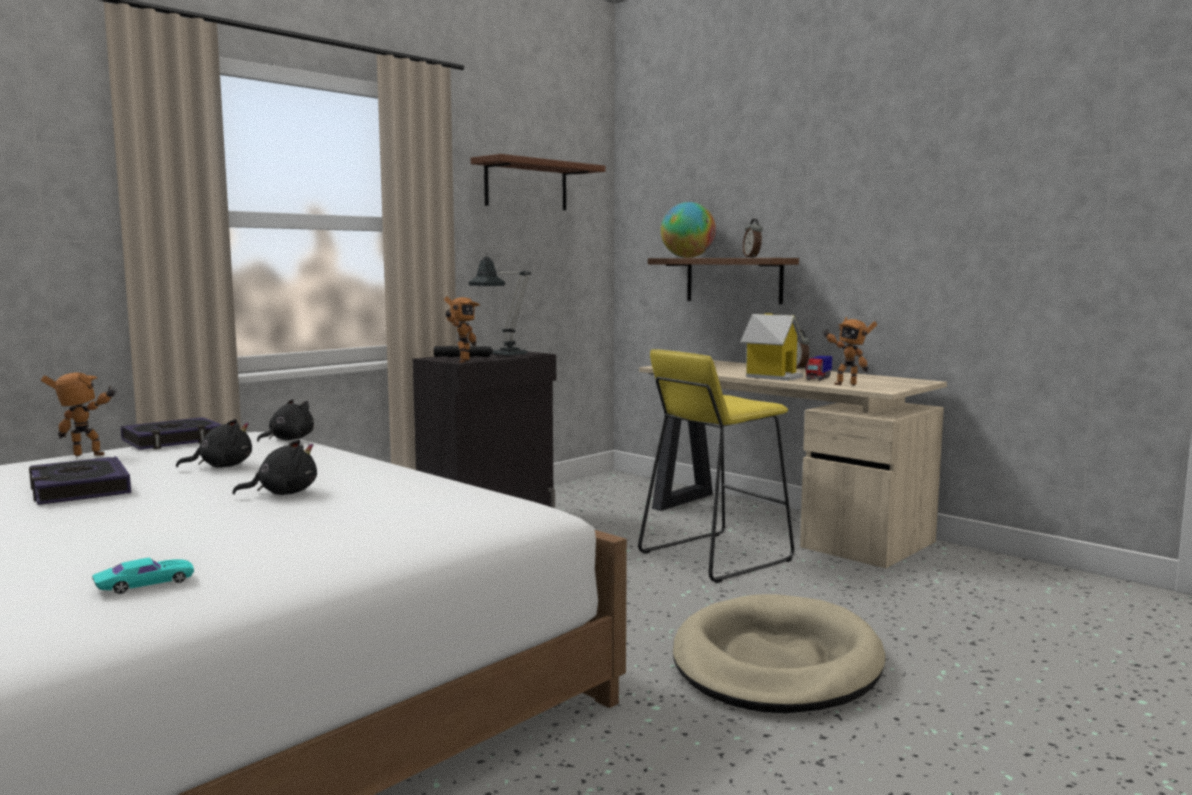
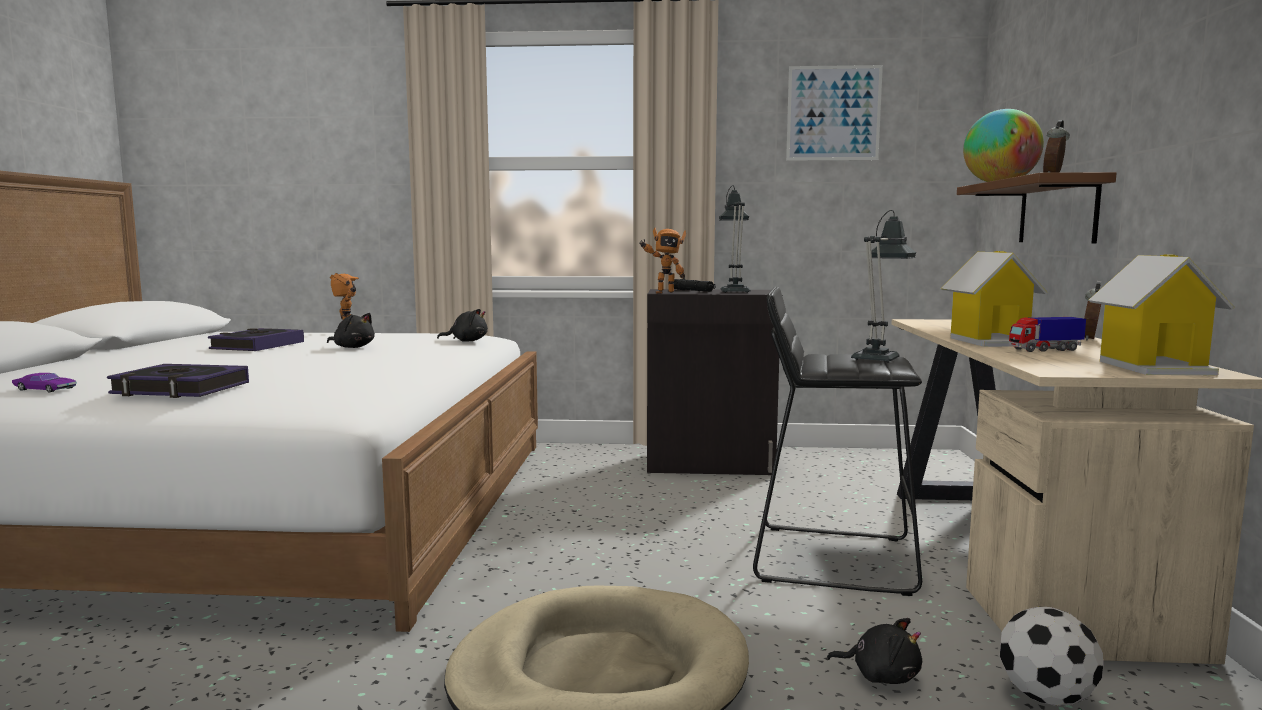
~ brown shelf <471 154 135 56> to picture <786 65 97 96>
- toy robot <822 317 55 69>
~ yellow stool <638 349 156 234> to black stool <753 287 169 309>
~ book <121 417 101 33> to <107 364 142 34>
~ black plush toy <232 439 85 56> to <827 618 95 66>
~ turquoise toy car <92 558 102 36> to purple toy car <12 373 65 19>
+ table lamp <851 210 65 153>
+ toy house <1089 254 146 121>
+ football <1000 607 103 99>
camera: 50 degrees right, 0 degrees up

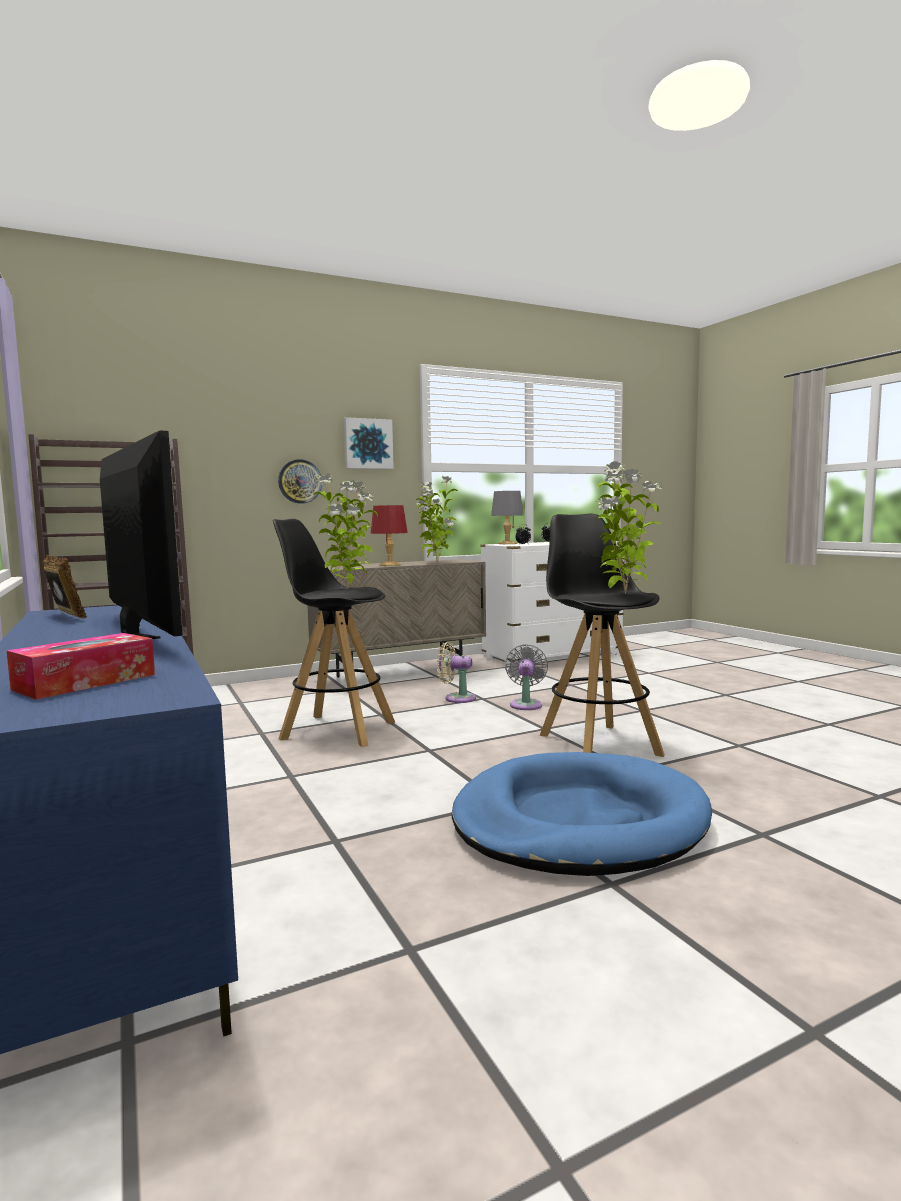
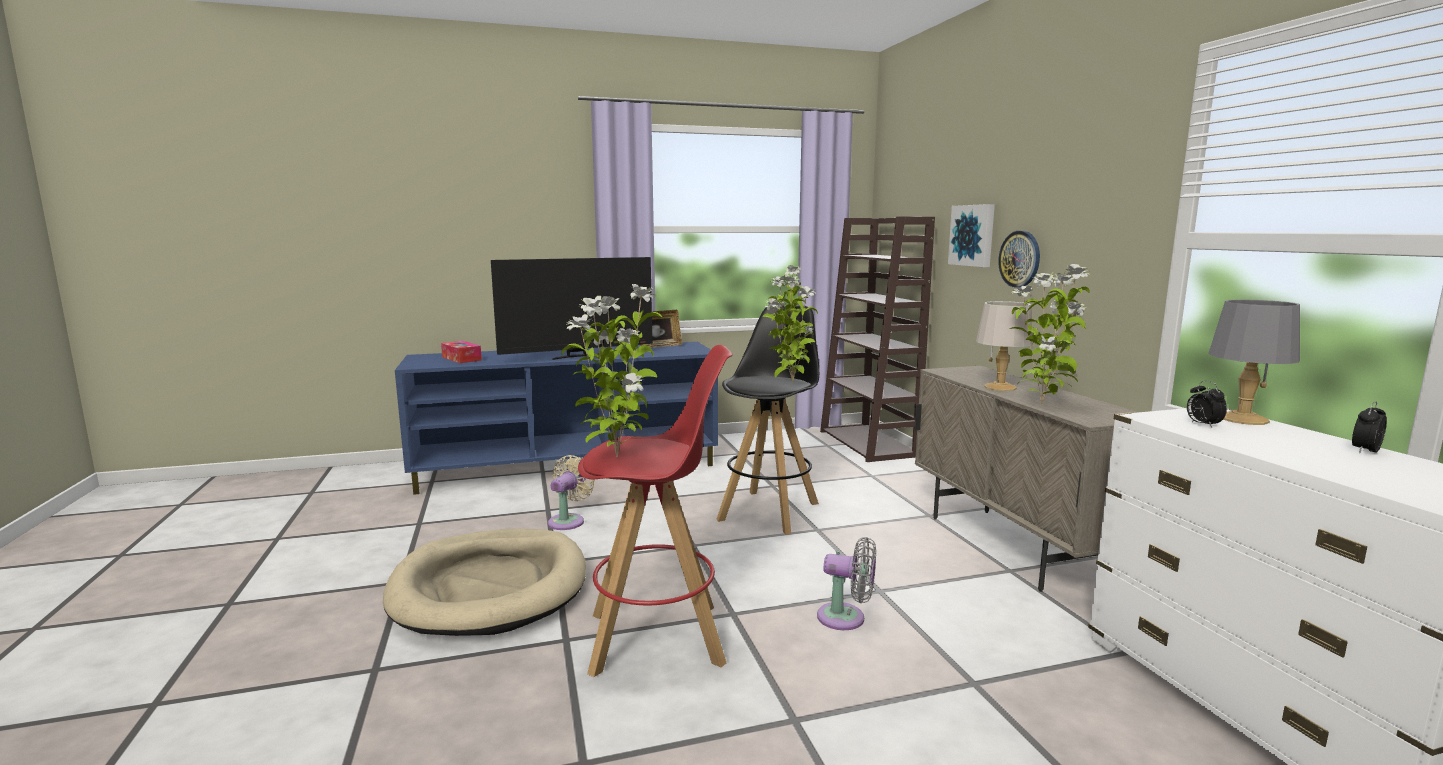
~ picture <344 417 50 52> to <948 204 47 63>
~ red table lamp <371 505 37 61> to grey table lamp <976 301 57 90>
~ black stool <539 513 126 244> to red stool <578 345 155 332>
~ beige fan <437 642 39 61> to <548 455 47 75>
~ blue dog bed <452 752 260 124> to beige dog bed <383 529 203 107>
camera: 100 degrees right, 5 degrees up

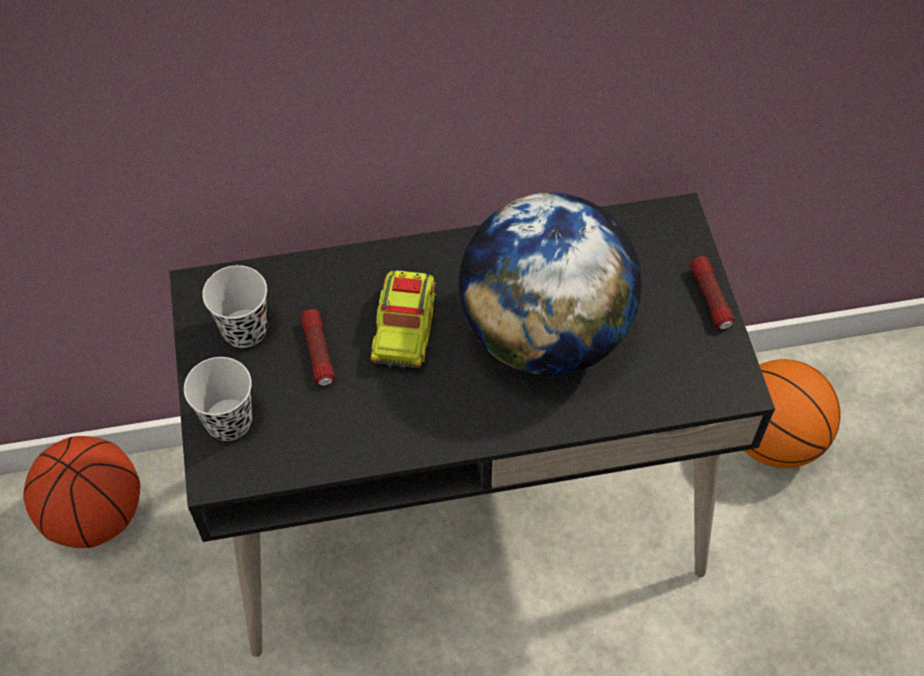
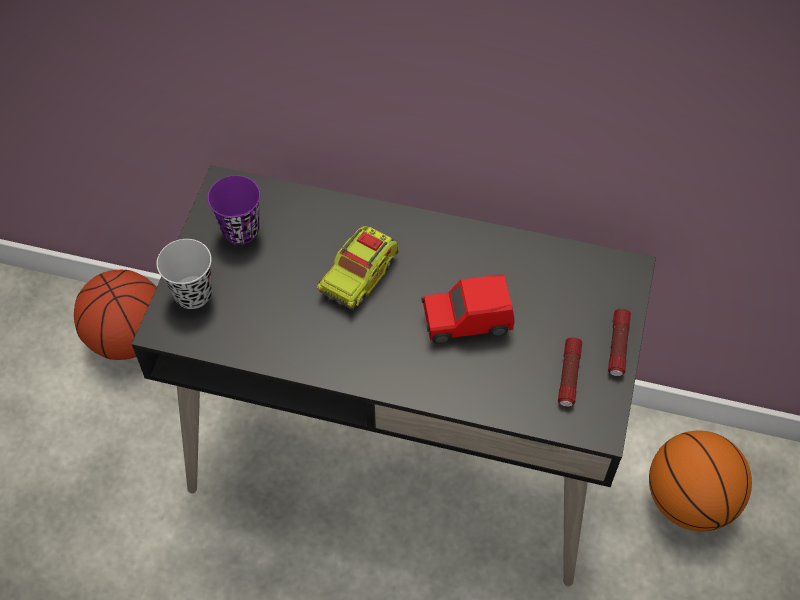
~ globe <459 193 183 183> to red toy car <421 274 94 70>
~ black cup <202 265 65 83> to purple cup <207 175 53 70>
~ flashlight <301 309 34 77> to <558 338 24 69>
camera: 25 degrees right, 0 degrees up

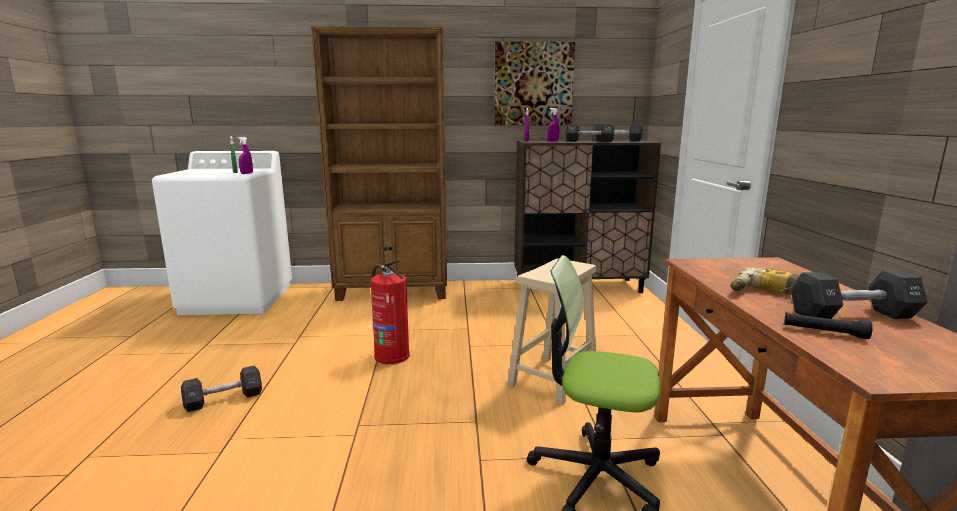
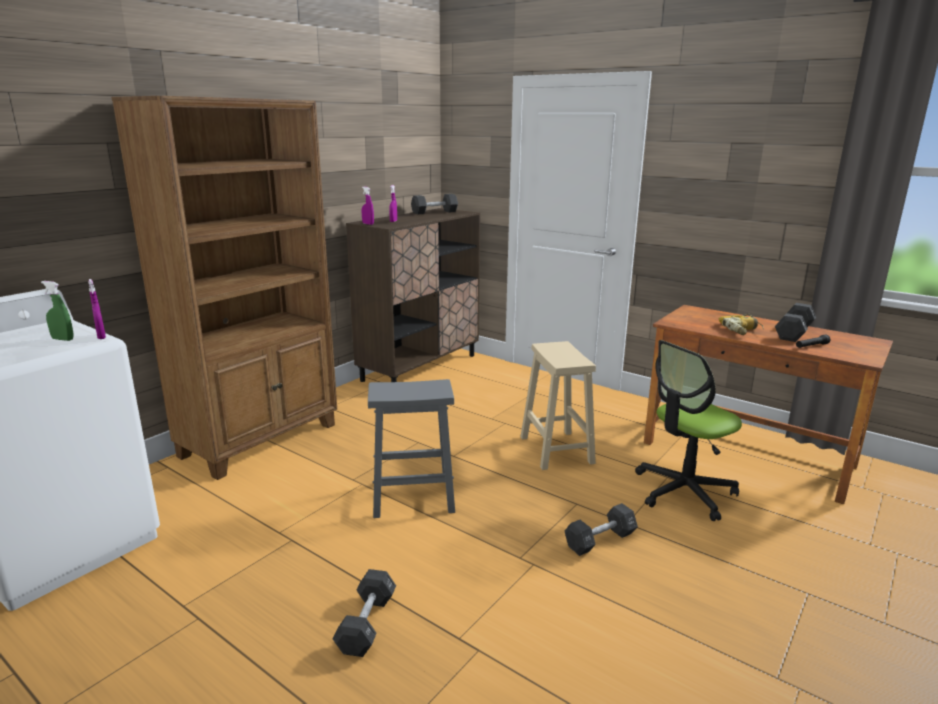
- picture <494 41 81 84>
~ black dumbbell <566 124 49 18> to <565 503 73 53>
~ fire extinguisher <371 260 39 104> to grey stool <368 379 87 139>
camera: 50 degrees left, 5 degrees up

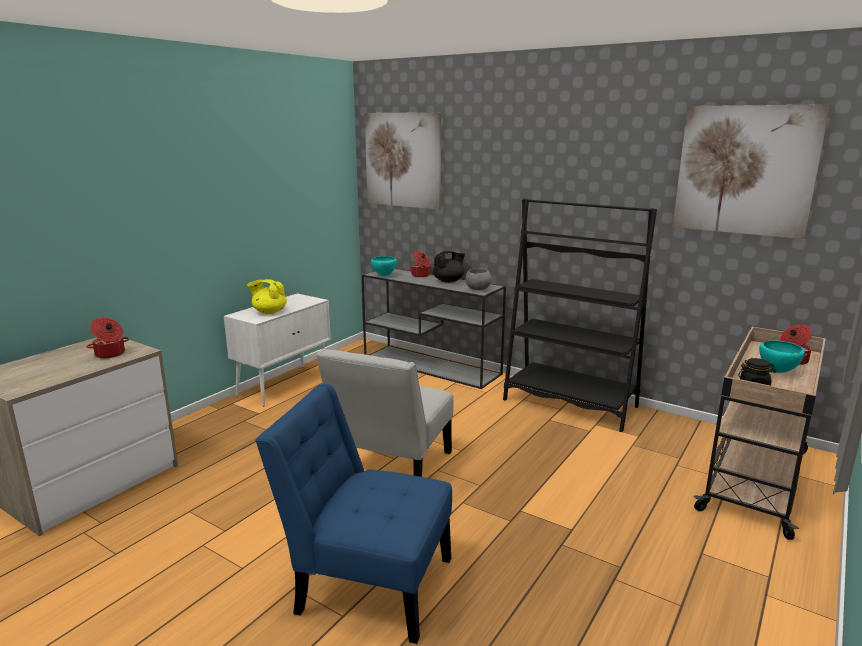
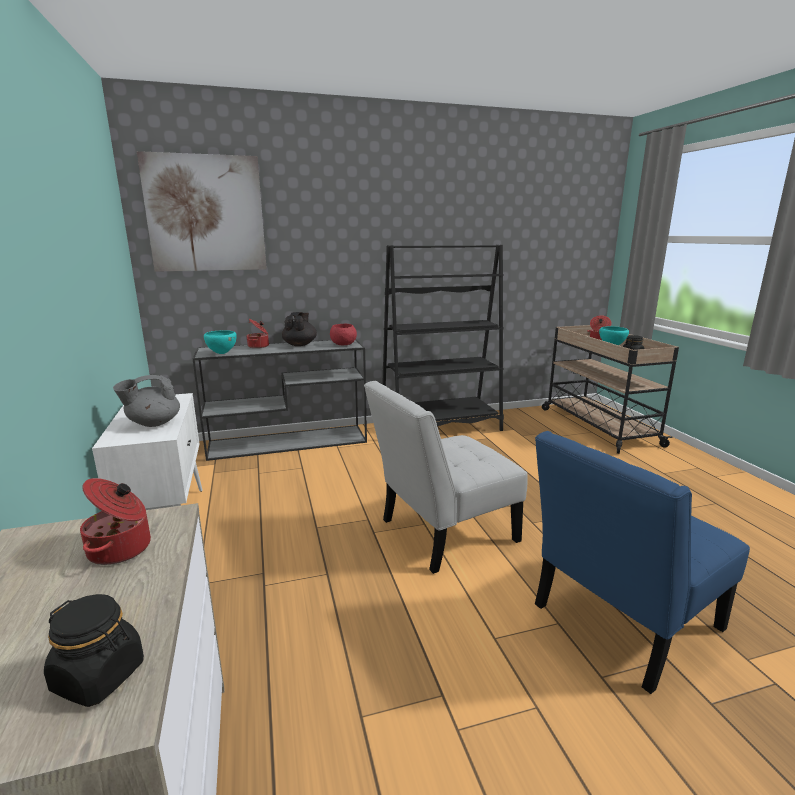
- picture <673 104 157 135>
~ grey bowl <465 269 27 21> to red bowl <330 324 27 21>
~ yellow teapot <247 279 40 35> to grey teapot <113 375 67 52>
~ white chair <316 348 137 129> = <364 381 164 193> 90 degrees clockwise
+ black jar <44 594 100 113>
camera: 50 degrees left, 0 degrees up

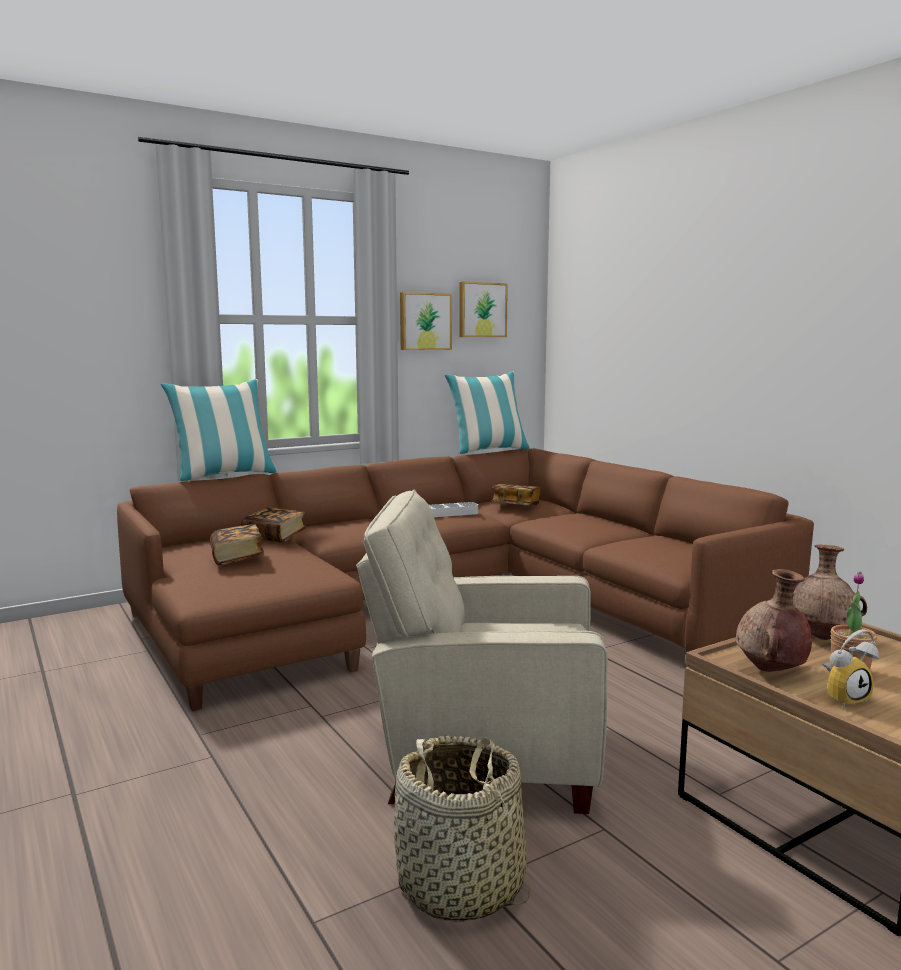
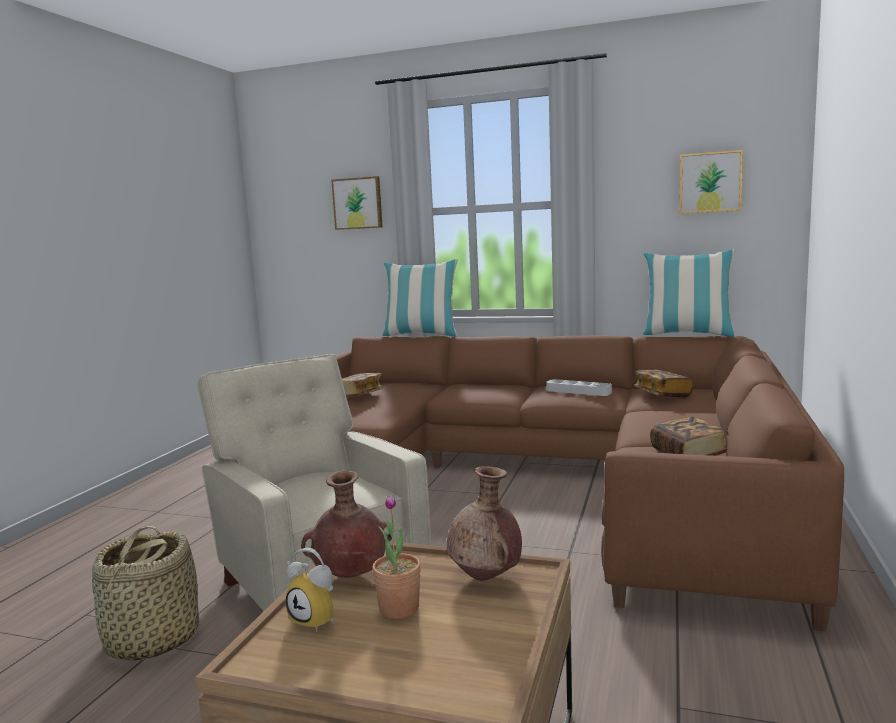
~ picture <400 292 52 58> to <331 176 52 54>
~ book <241 507 66 36> to <650 417 78 39>
camera: 50 degrees right, 0 degrees up

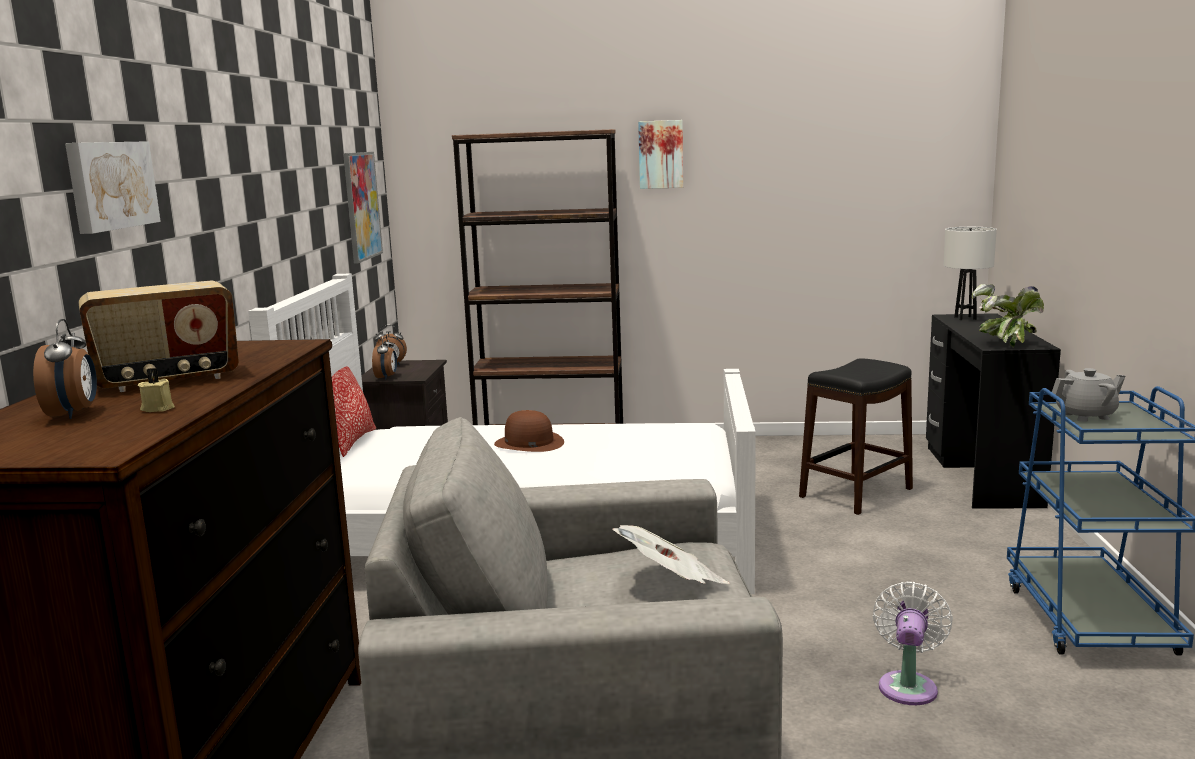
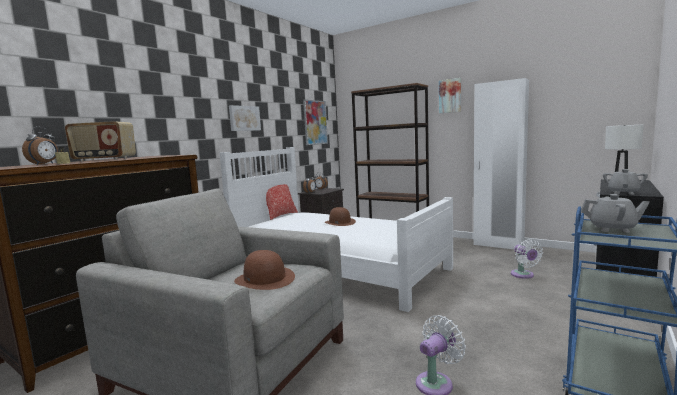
~ picture <65 141 96 93> to <229 105 32 26>
~ potted plant <972 284 72 63> to grey teapot <603 169 45 26>
~ black stool <799 358 114 157> to white fan <511 239 32 40>
~ newspaper <612 525 118 59> to brown hat <234 250 61 40>
+ white wardrobe <473 78 56 171>
camera: 30 degrees right, 5 degrees down

